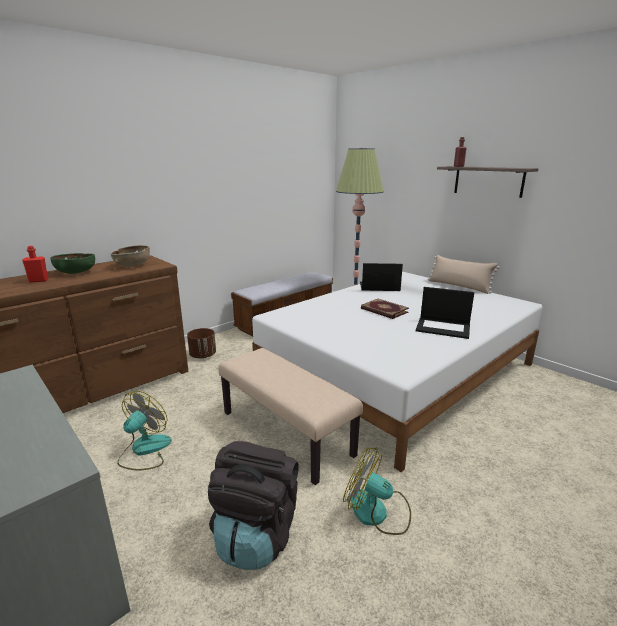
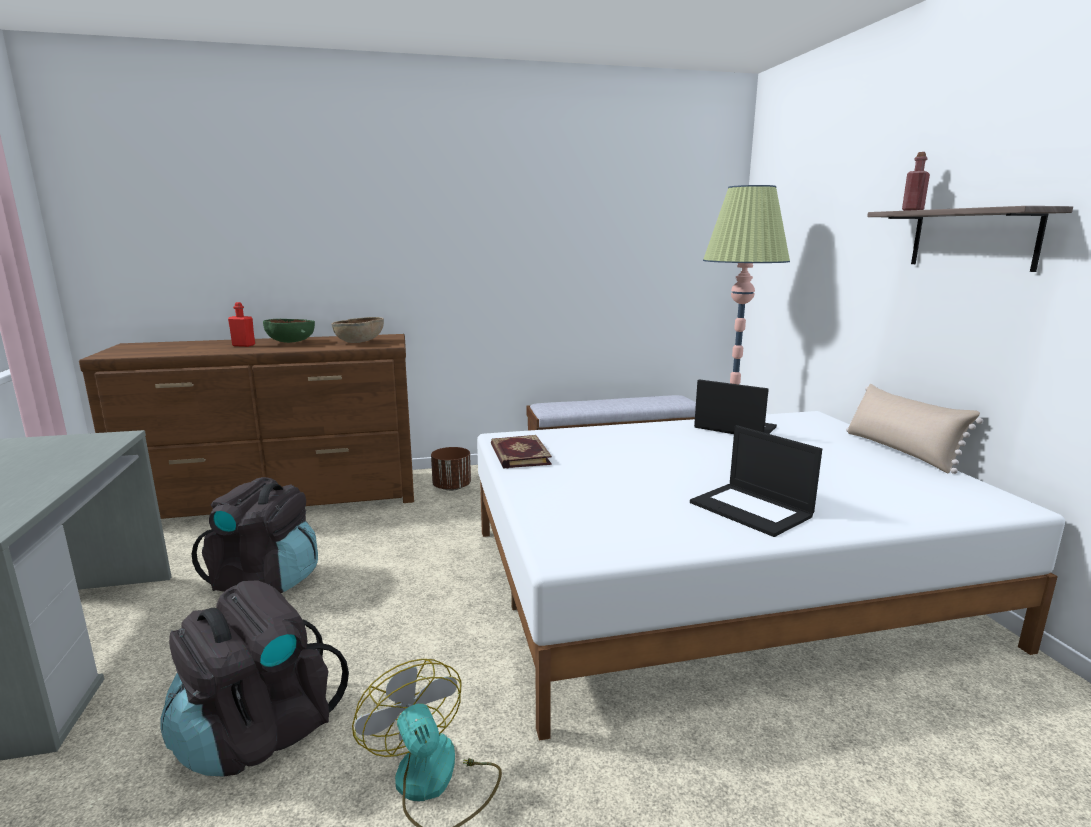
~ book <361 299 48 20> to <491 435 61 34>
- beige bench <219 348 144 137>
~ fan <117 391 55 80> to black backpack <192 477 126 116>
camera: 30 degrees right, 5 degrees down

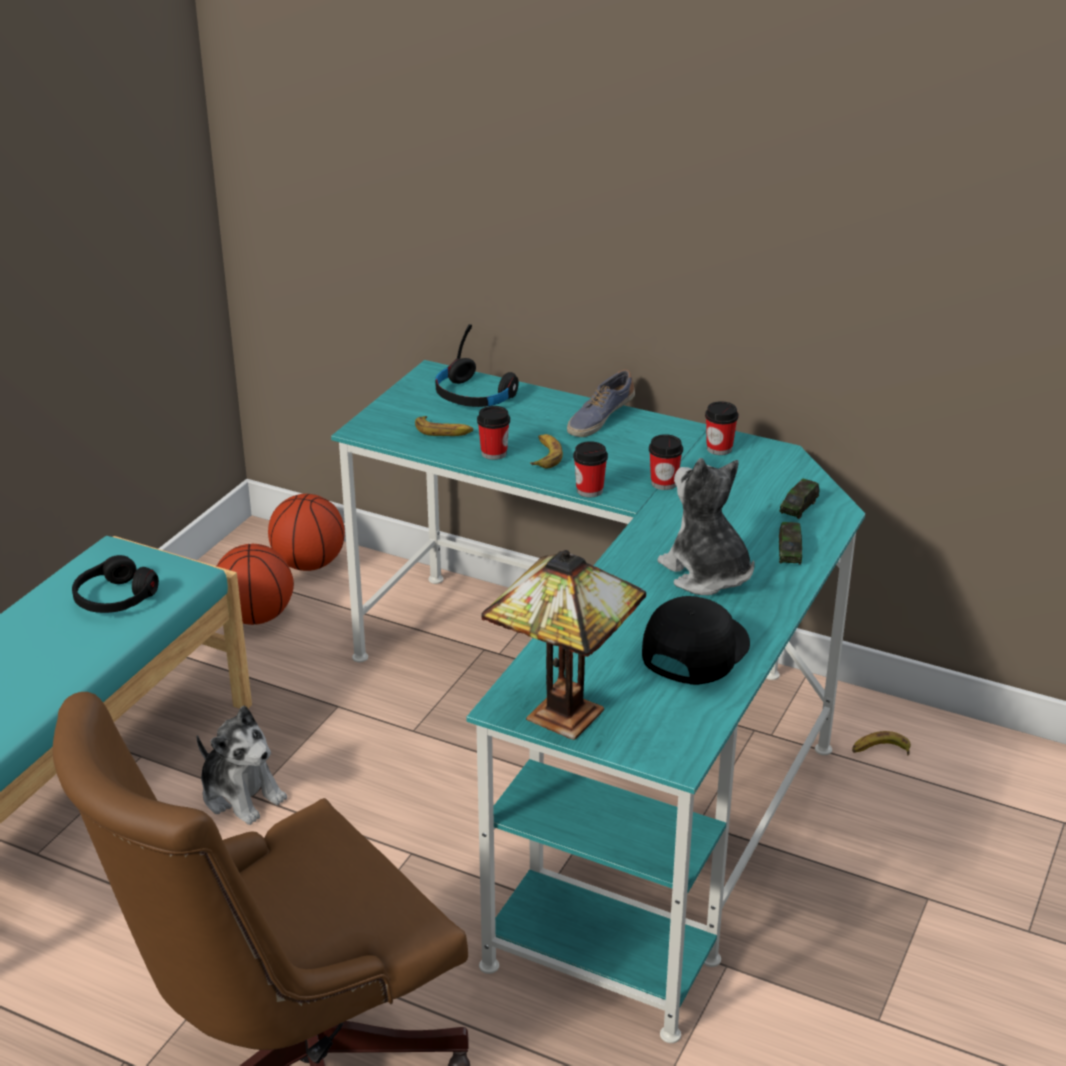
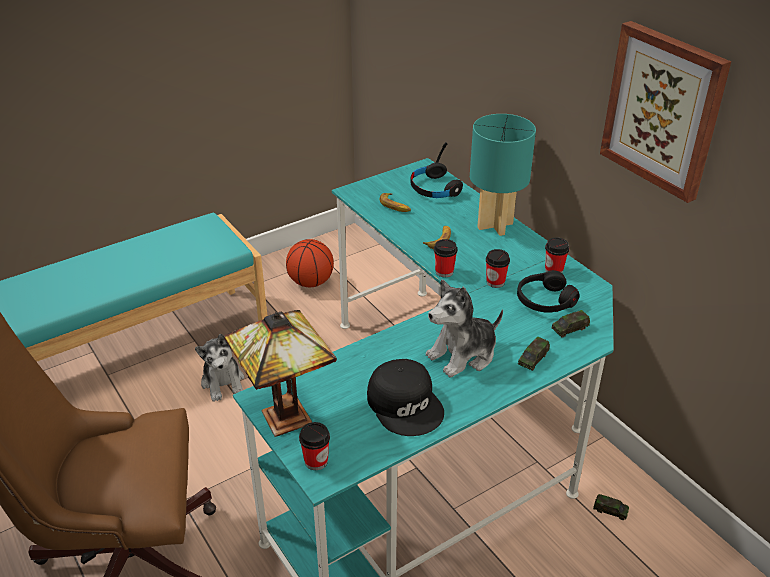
~ shoe <567 370 68 67> to turquoise table lamp <470 114 66 122>
~ cup <477 406 33 54> to <299 422 31 48>
~ plush toy <657 458 98 137> = <426 279 77 99> 120 degrees counterclockwise
- basketball <268 494 77 77>
~ black headphones <72 555 87 58> to <517 270 63 43>
~ black cap <642 596 108 89> = <367 359 77 77> 90 degrees clockwise
~ banana <852 731 59 24> to toy car <593 494 36 26>
+ picture <600 21 131 182>
camera: 30 degrees right, 5 degrees up

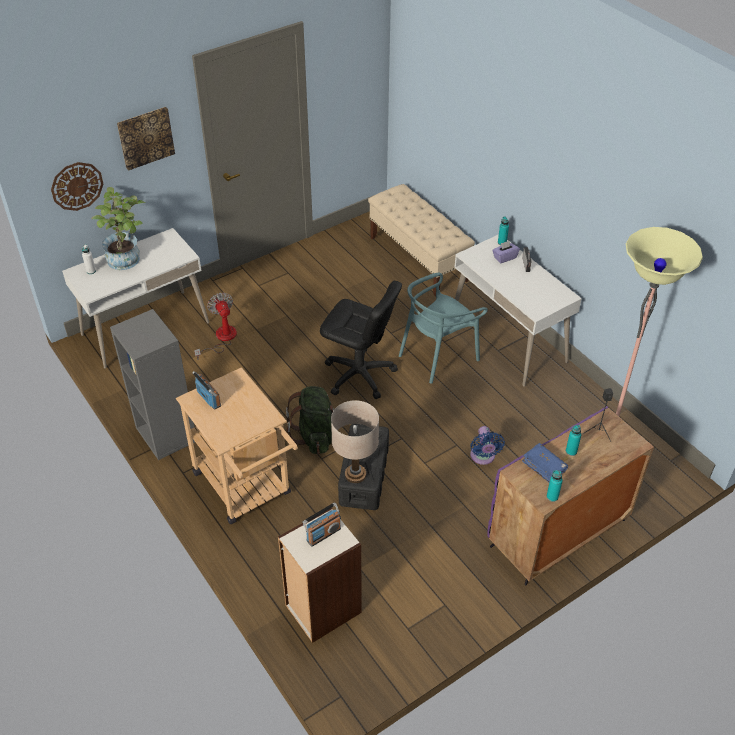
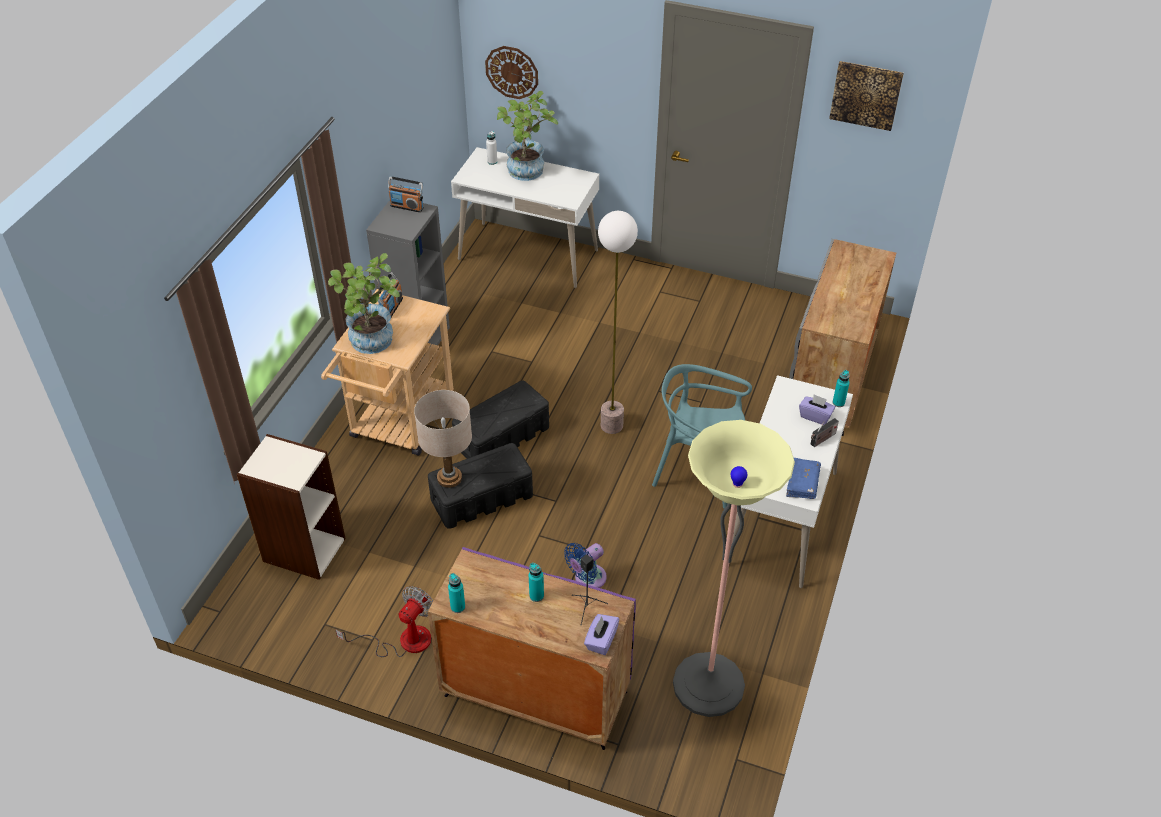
~ picture <117 107 58 64> to <829 61 75 70>
~ beige bench <368 184 107 113> to grey cabinet <790 239 106 197>
~ black office chair <320 281 82 118> to floor lamp <598 211 40 223>
~ fan <194 293 43 67> to <335 586 98 71>
~ green backpack <286 386 48 68> to black storage box <452 381 97 78>
~ blue book <522 443 46 39> to <786 458 35 41>
~ radio <303 502 38 45> to <388 176 36 37>
+ potted plant <328 253 72 101>
+ purple tissue box <584 614 36 41>
camera: 55 degrees right, 0 degrees up

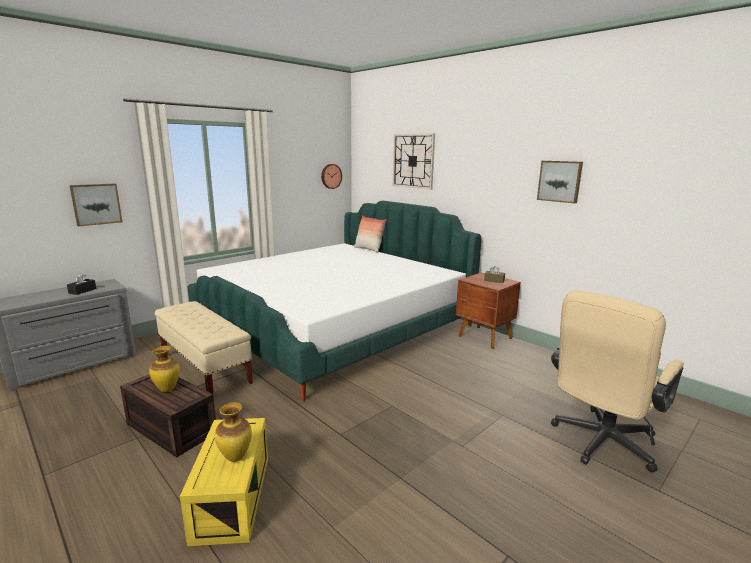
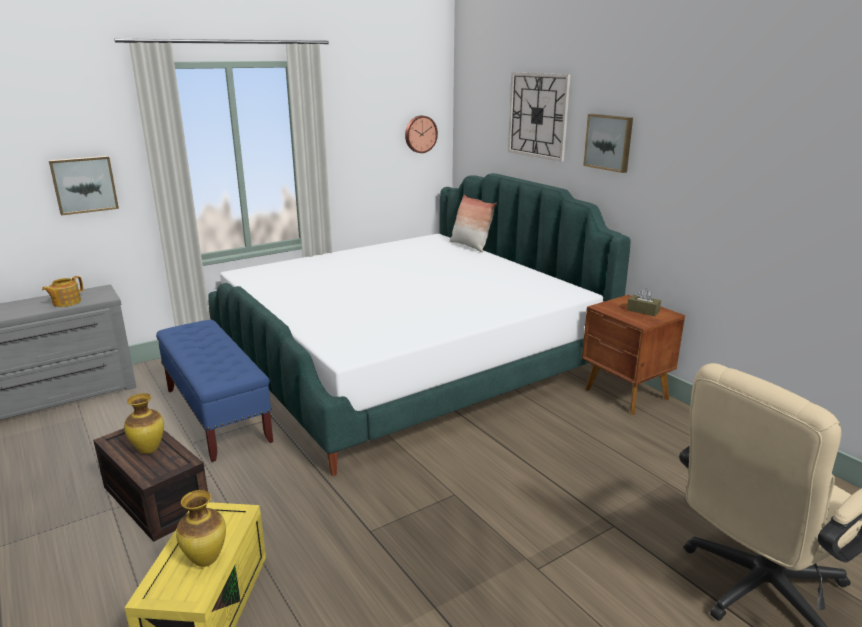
~ picture <537 161 46 42> to <583 114 50 59>
~ black tissue box <67 274 29 21> to teapot <42 276 41 31>
~ beige bench <155 301 98 93> to blue bench <156 320 117 142>
camera: 10 degrees right, 5 degrees up

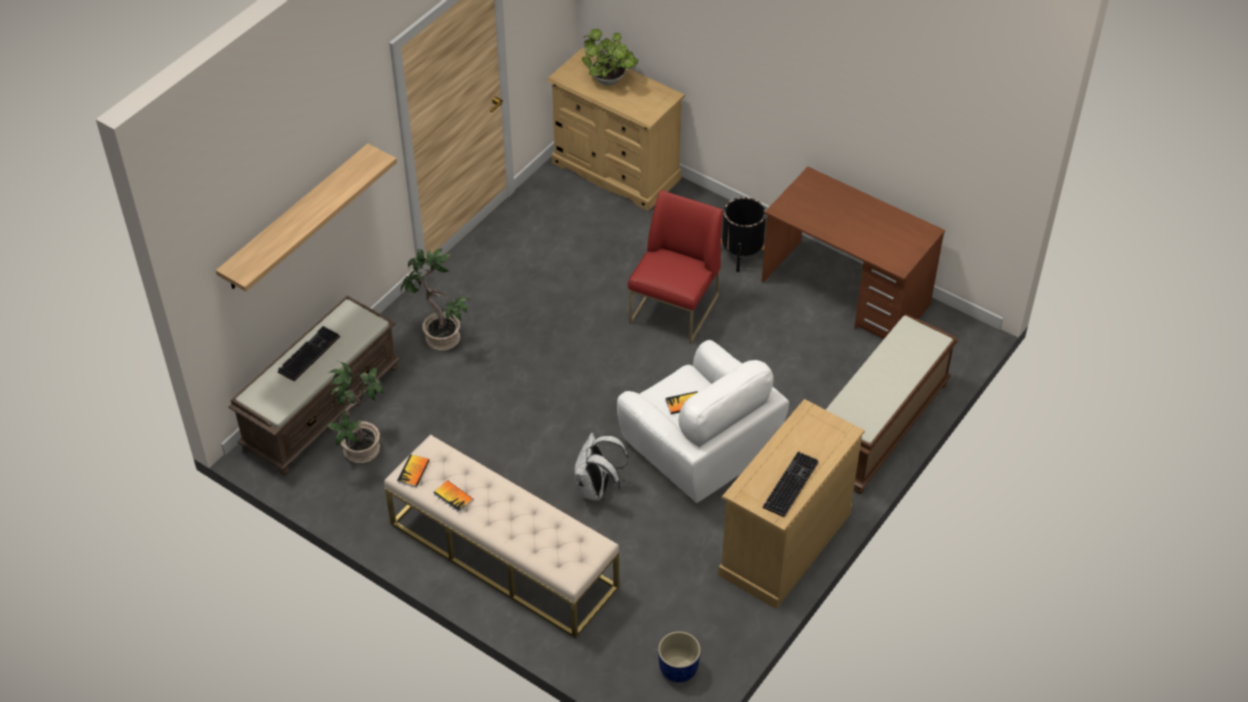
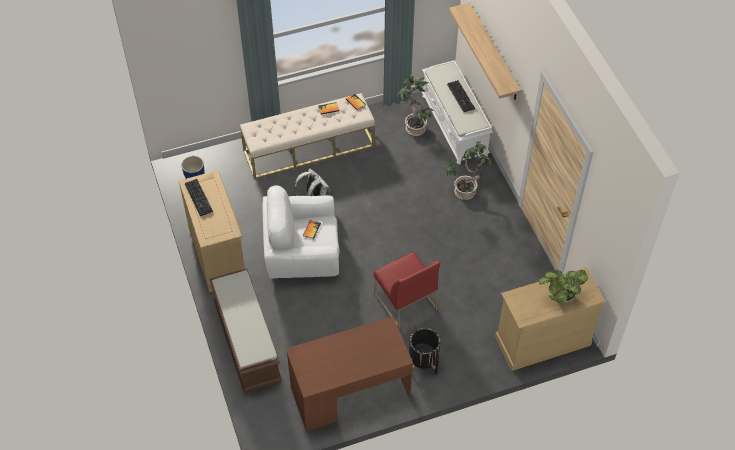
~ brown bench <228 296 173 179> to white bench <421 60 72 105>
camera: 125 degrees right, 5 degrees up

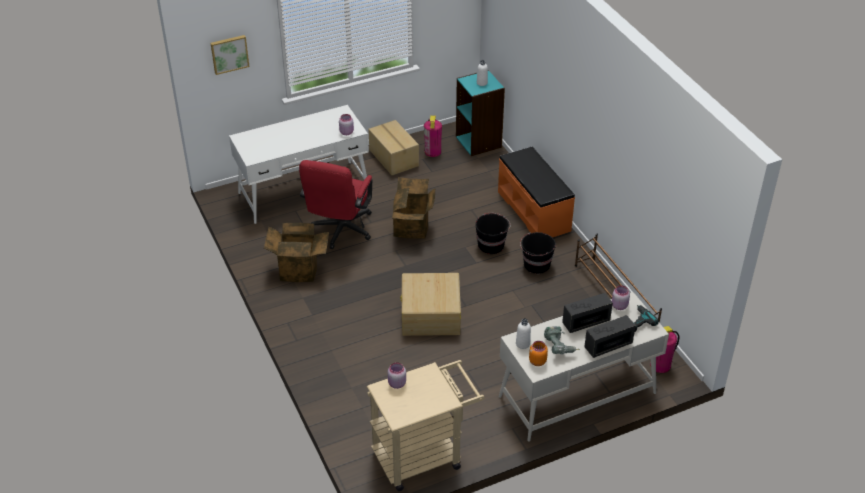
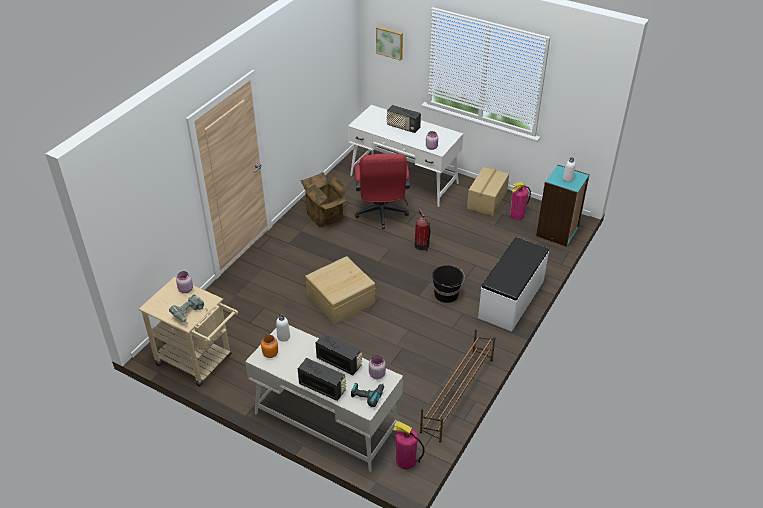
~ orange bench <498 147 77 90> to white bench <478 237 71 95>
~ red office chair <299 160 73 89> = <355 153 55 76> 75 degrees counterclockwise
~ cardboard box <392 177 43 62> to fire extinguisher <415 208 15 43>
- black bucket <520 232 36 42>
~ power drill <544 326 36 29> to <169 294 39 30>
+ radio <387 105 34 28>
camera: 55 degrees right, 0 degrees up

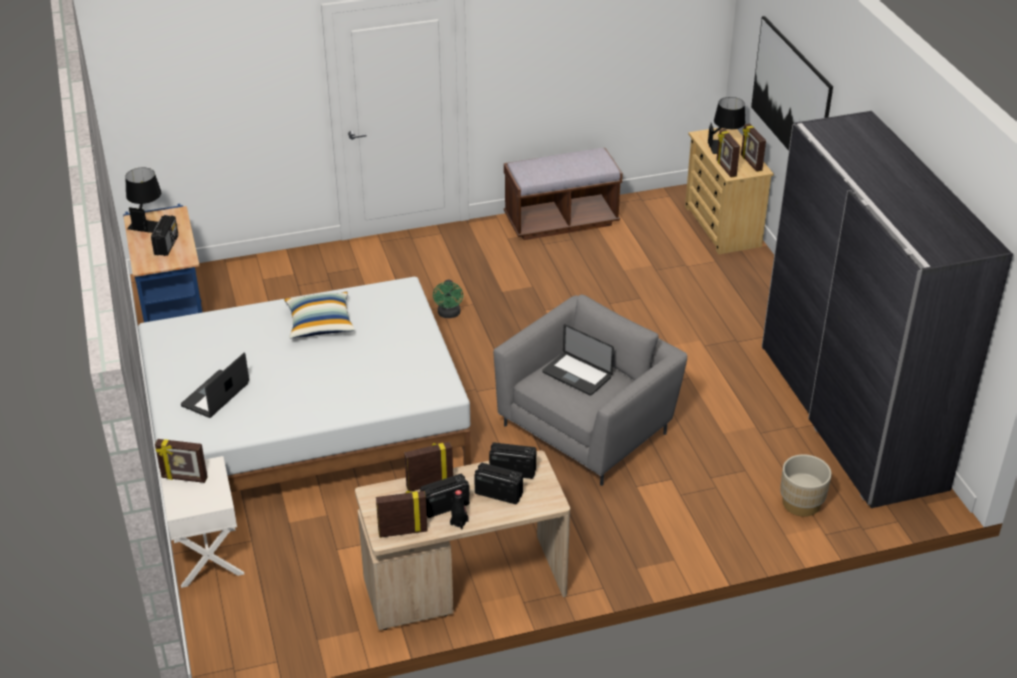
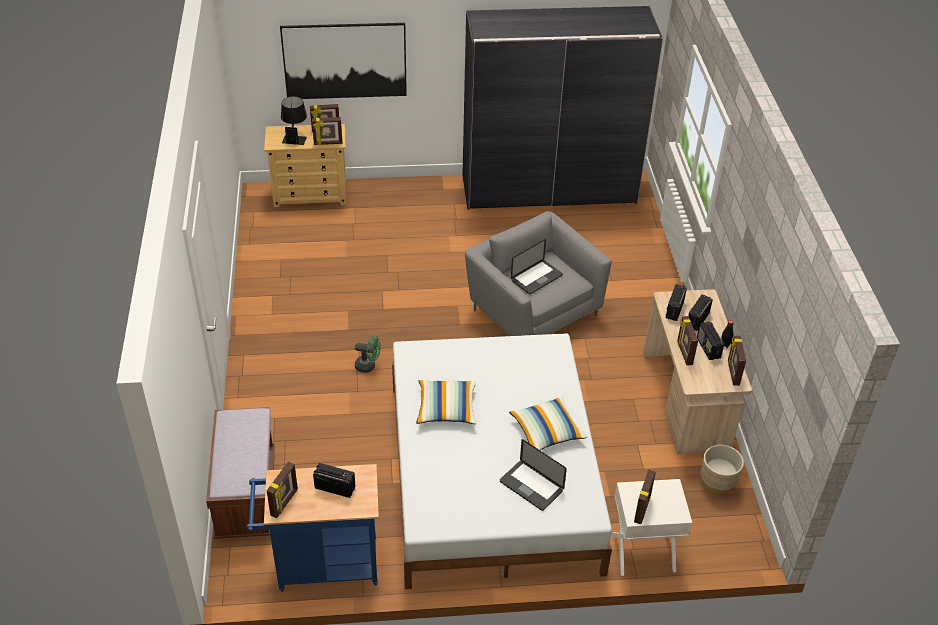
~ brown bench <504 148 119 92> to <206 407 69 132>
~ black table lamp <125 167 36 66> to picture frame <267 461 31 57>
~ beige planter <780 454 52 63> to <701 445 43 50>
+ pillow <509 396 78 54>
camera: 80 degrees left, 5 degrees up

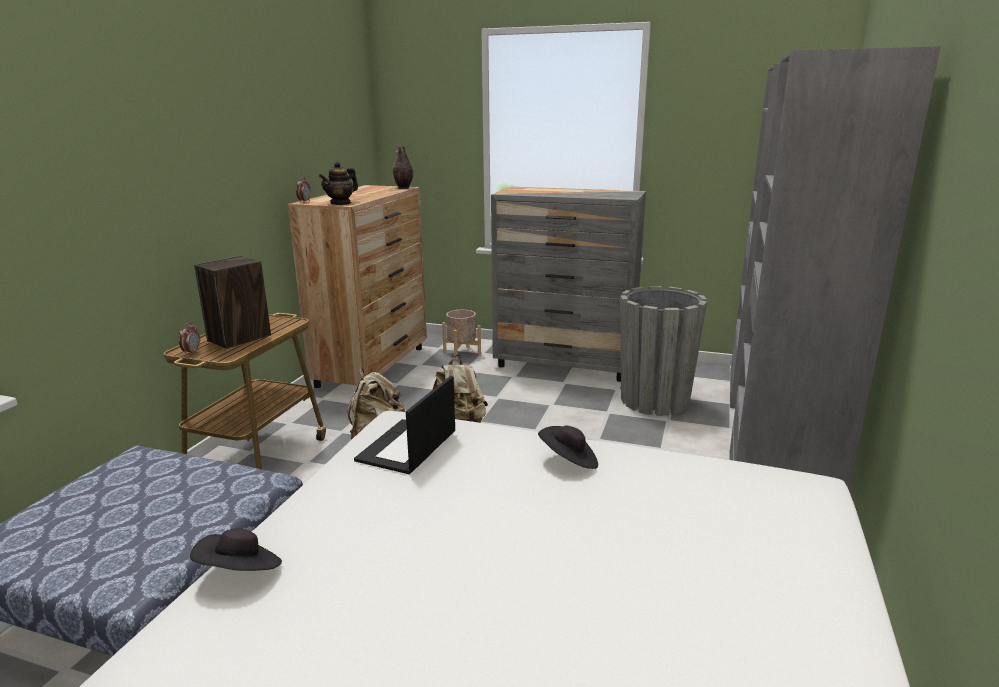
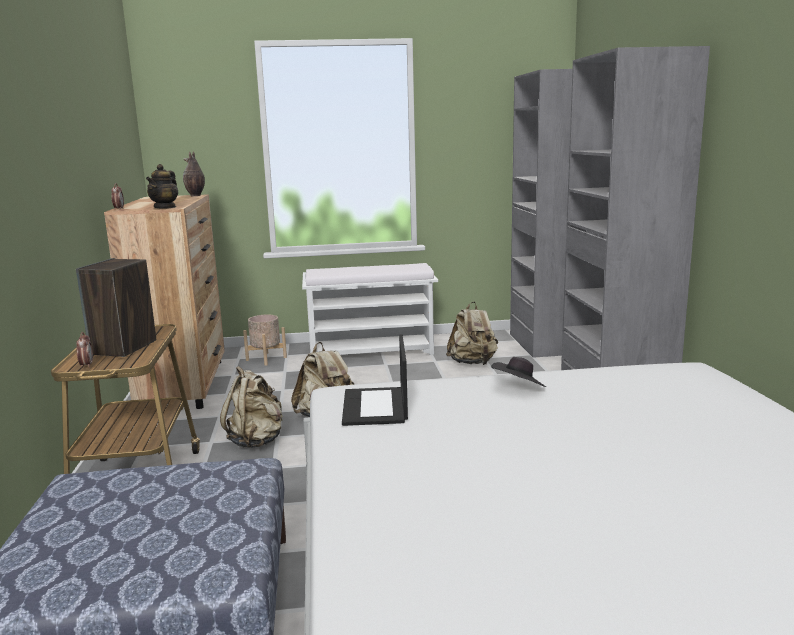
~ grey dresser <491 187 155 195> to white bench <302 263 136 92>
~ grey planter <620 286 87 130> to beige backpack <446 302 52 63>
- black hat <190 528 92 43>
camera: 25 degrees left, 5 degrees down

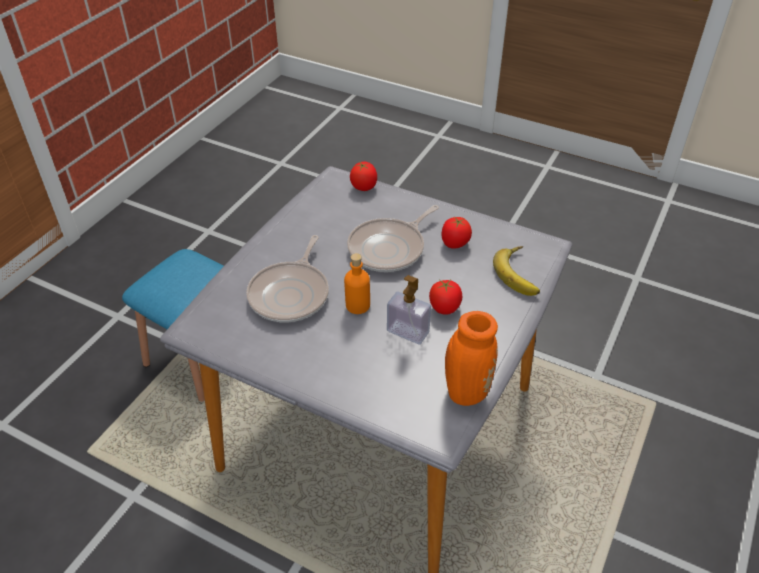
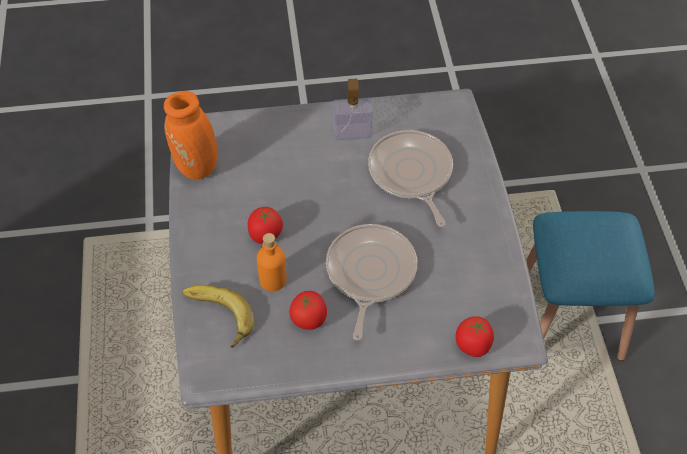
~ orange bottle <344 253 26 61> to <257 233 30 58>
~ soap dispenser <387 275 44 70> to <333 79 40 61>
camera: 145 degrees right, 10 degrees up

